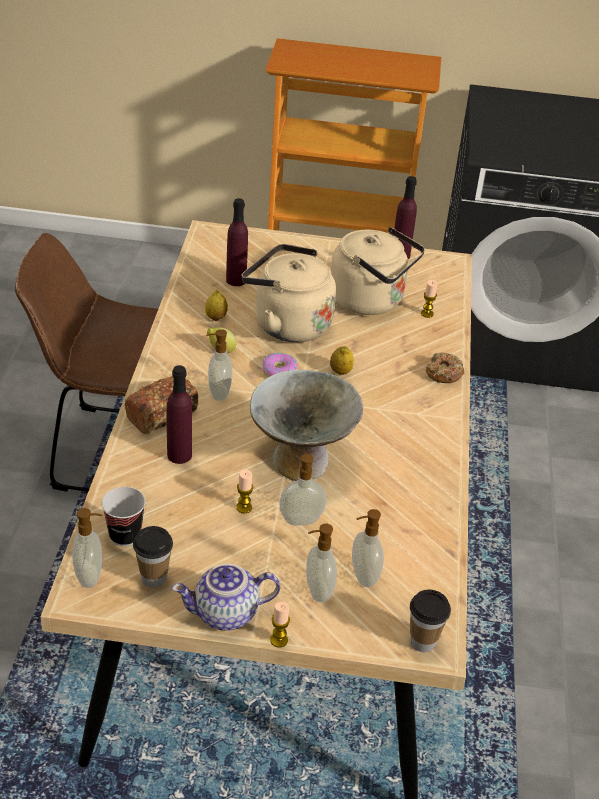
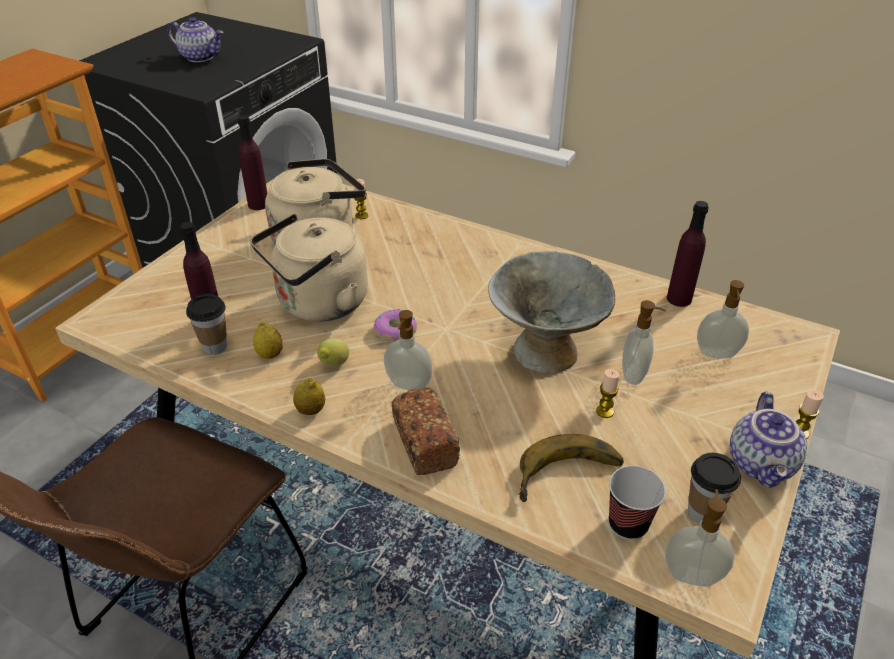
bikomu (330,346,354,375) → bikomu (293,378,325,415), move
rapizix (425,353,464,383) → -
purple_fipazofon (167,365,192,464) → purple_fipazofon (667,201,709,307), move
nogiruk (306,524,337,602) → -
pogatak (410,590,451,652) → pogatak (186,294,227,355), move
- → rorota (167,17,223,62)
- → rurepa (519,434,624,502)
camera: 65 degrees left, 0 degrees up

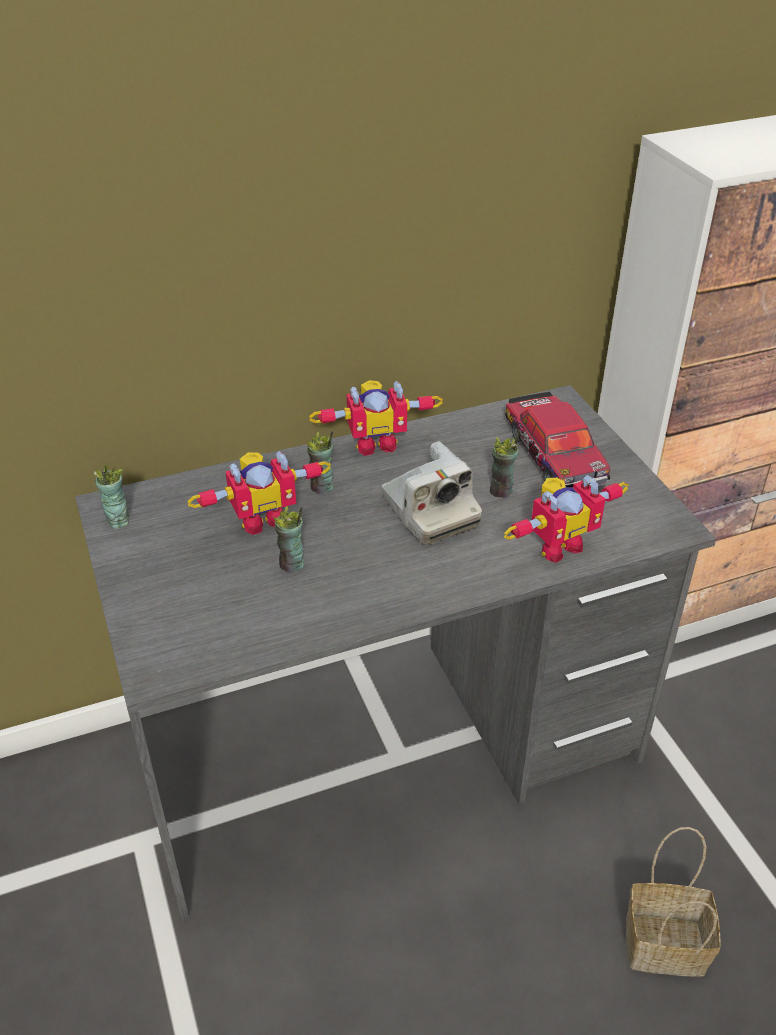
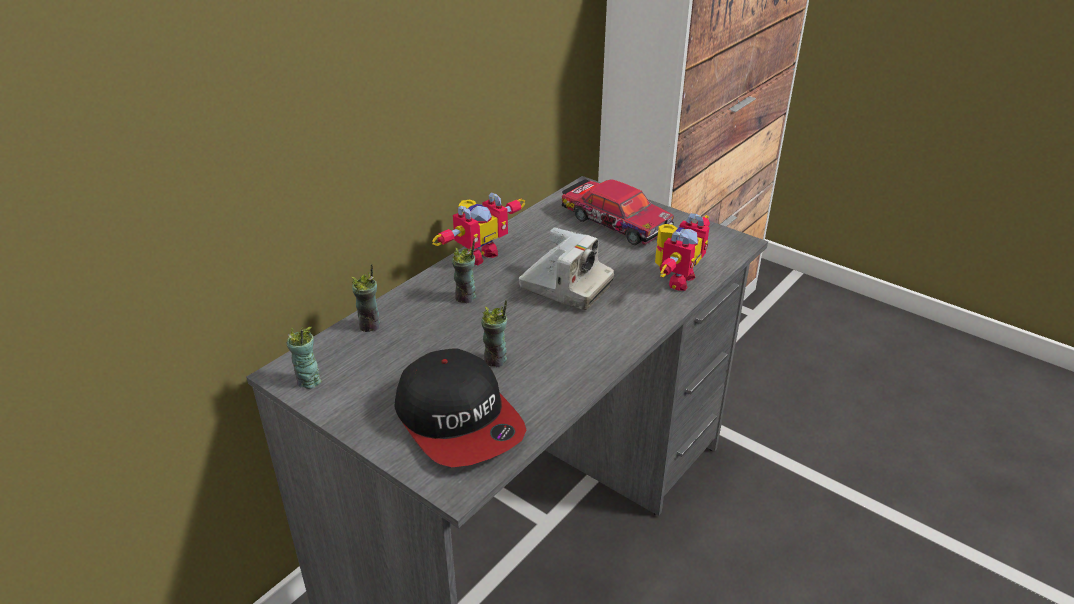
pogatak (490,430,520,498) → pogatak (352,264,380,332), move
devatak (187,451,331,535) → -
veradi (626,827,721,976) → -
- → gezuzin (394,348,526,467)
camera: 30 degrees left, 5 degrees down

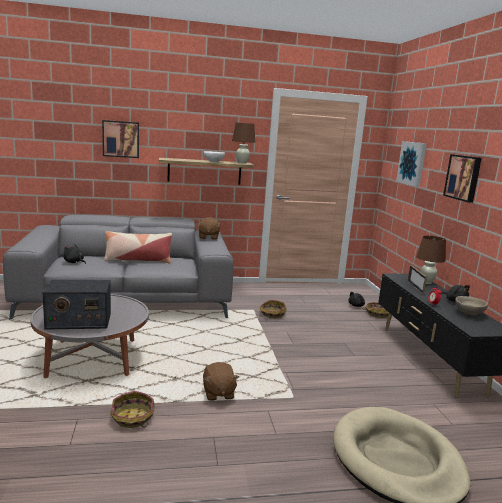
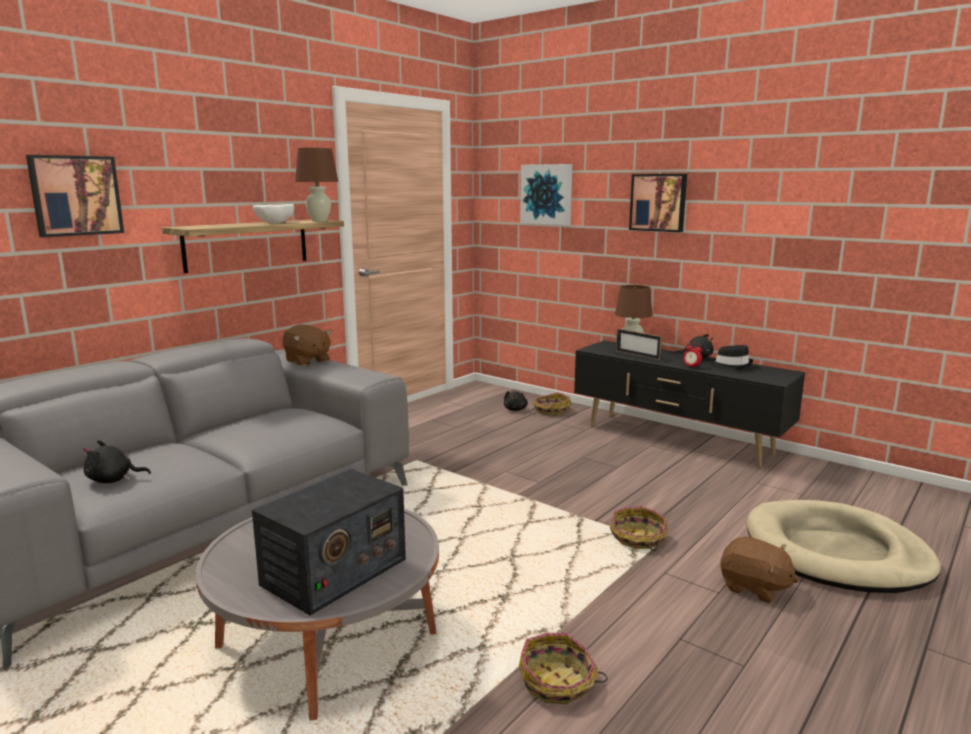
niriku (104,231,172,264) → -
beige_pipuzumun (455,296,488,315) → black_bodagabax (710,345,753,369)
veradi (259,300,287,319) → veradi (610,506,668,551), move
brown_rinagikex (203,362,239,401) → brown_rinagikex (720,536,799,603), move
camera: 40 degrees left, 0 degrees up

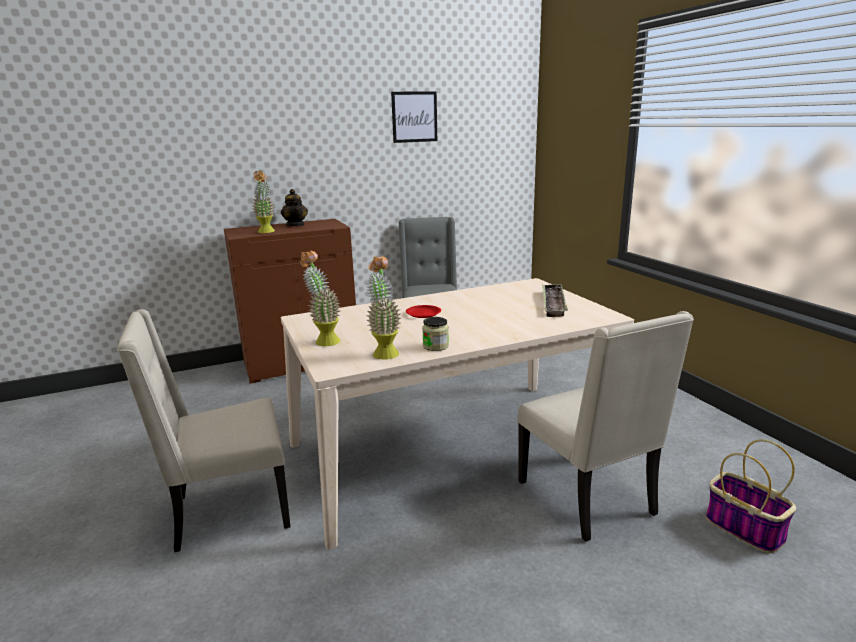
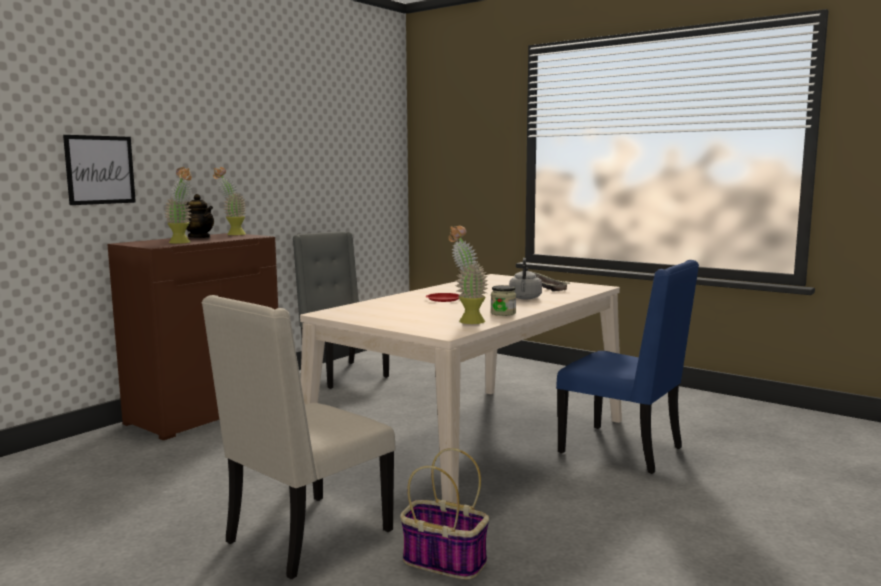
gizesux (391,91,437,143) → gizesux (63,135,136,205), move
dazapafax (300,251,341,346) → dazapafax (213,167,246,235), move
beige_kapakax (517,311,694,542) → blue_kapakax (556,260,699,474)
veradi (706,439,796,553) → veradi (400,448,489,580), move
- → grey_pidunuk (509,258,542,299)
camera: 30 degrees left, 10 degrees down

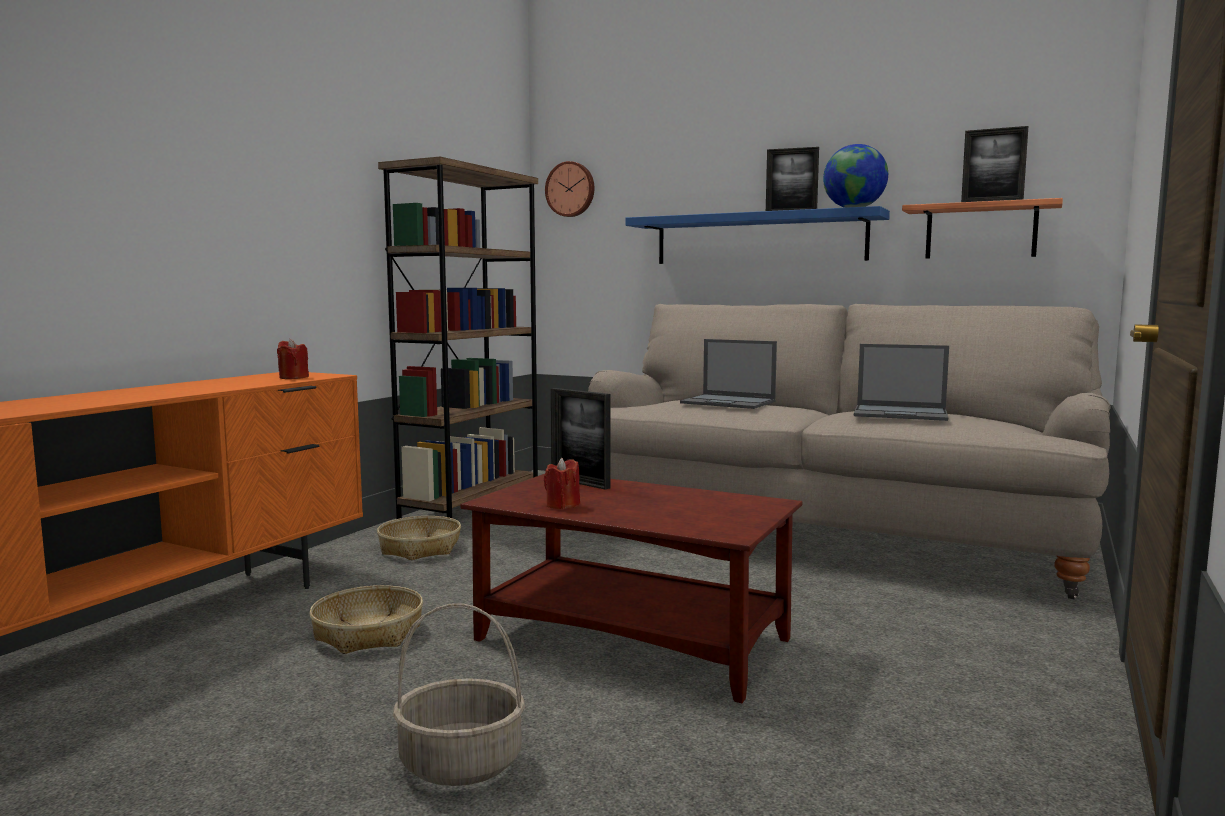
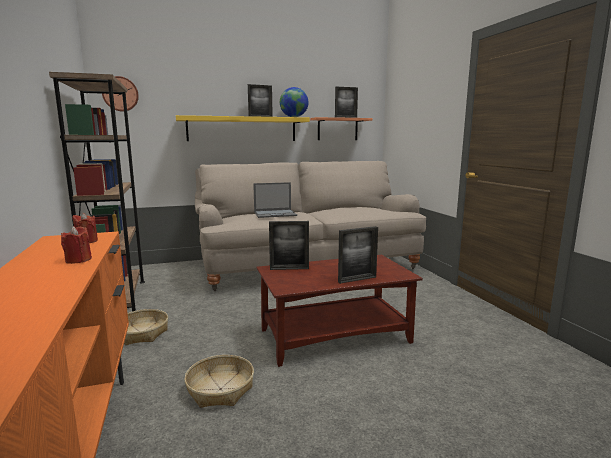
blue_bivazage (625,206,890,264) → yellow_bivazage (176,115,310,141)
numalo (854,344,949,421) → -
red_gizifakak (544,458,580,509) → red_gizifakak (61,226,92,264), move
veradi (393,603,525,786) → -
- → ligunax (338,226,378,284)
camera: 45 degrees left, 5 degrees up

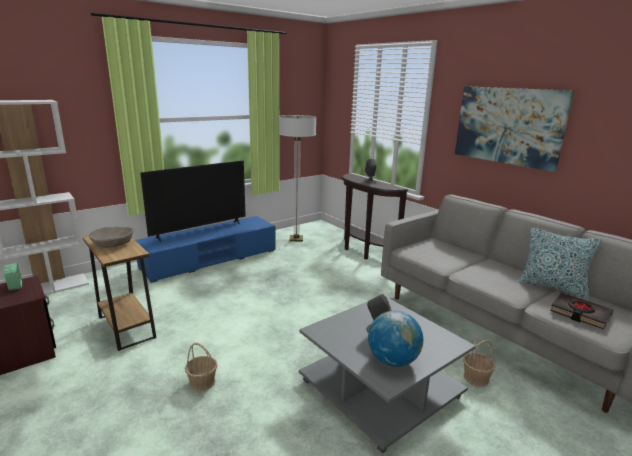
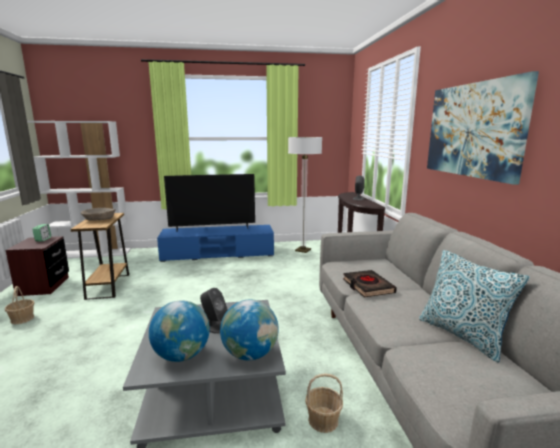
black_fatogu (550,293,614,329) → black_fatogu (343,270,397,297), move
veradi (185,343,218,391) → veradi (5,286,34,324), move
- → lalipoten (220,300,279,360)
camera: 30 degrees right, 5 degrees down

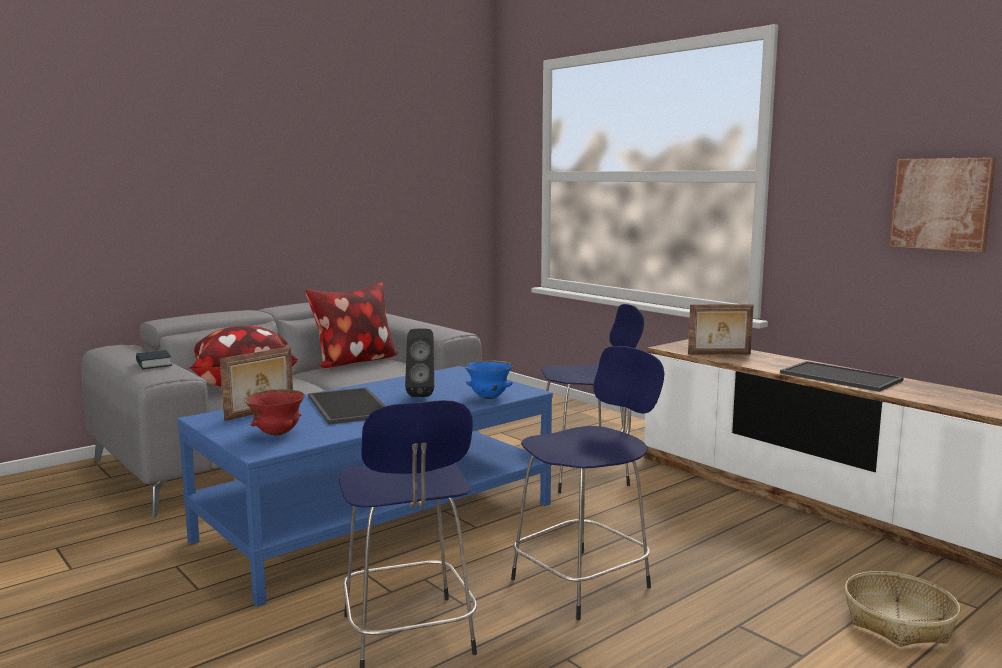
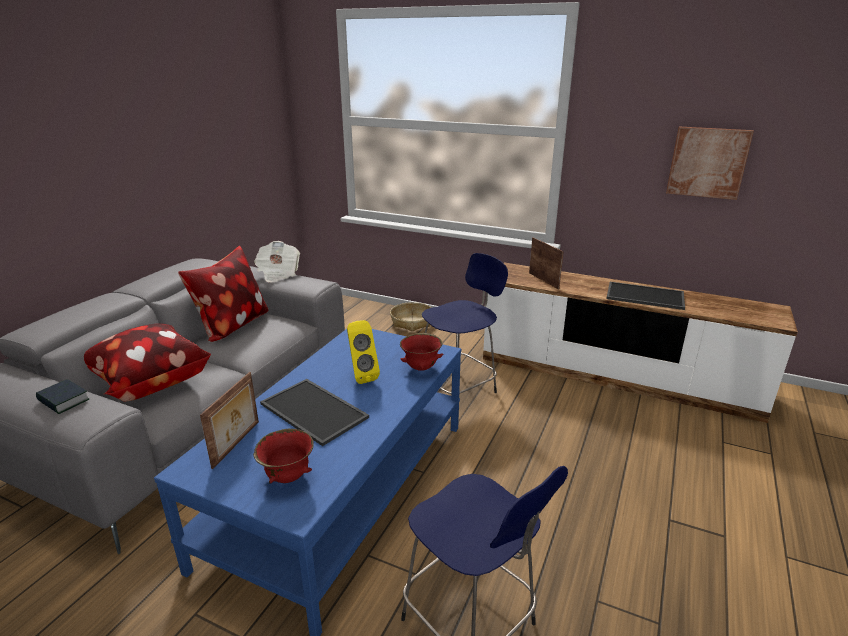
ligunax (688,304,754,354) → ligunax (529,237,564,290), 90 degrees counterclockwise
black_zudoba (405,328,434,397) → yellow_zudoba (347,320,380,384)
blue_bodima (511,346,664,620) → -
blue_pipuzumun (465,361,513,399) → red_pipuzumun (400,333,443,371)
veradi (845,571,960,647) → veradi (390,302,432,331), move
- → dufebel (254,241,300,283)
camera: 25 degrees left, 15 degrees up

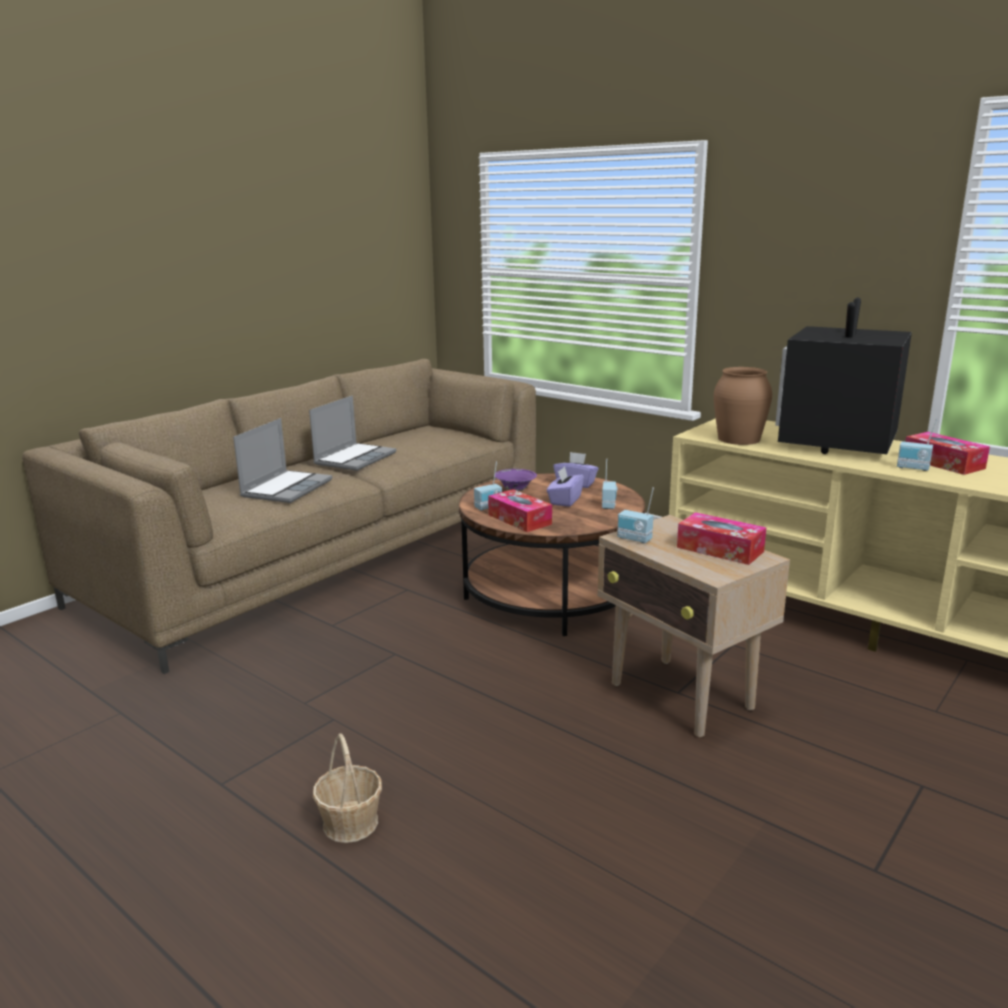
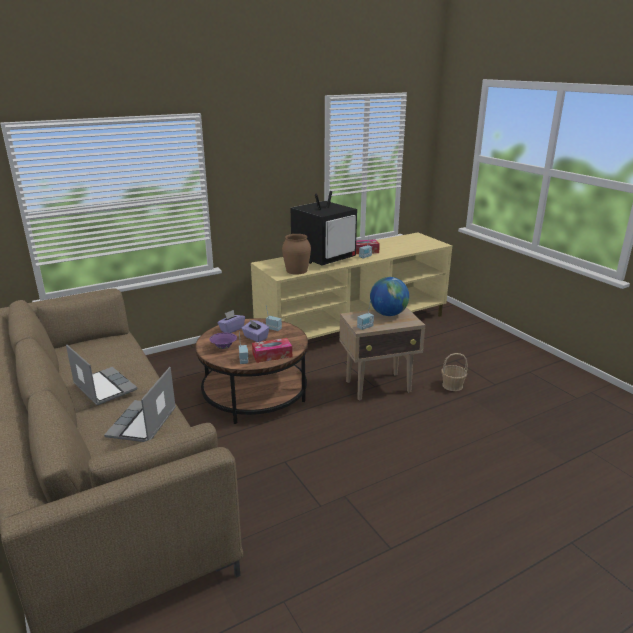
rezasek (775,298,912,454) → rezasek (291,191,357,266), 90 degrees counterclockwise
numalo (233,418,332,503) → numalo (104,367,176,442), 120 degrees counterclockwise
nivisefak (677,512,767,565) → lalipoten (370,277,409,316)
veradi (313,733,382,843) → veradi (441,353,468,391), move
camera: 70 degrees left, 5 degrees up

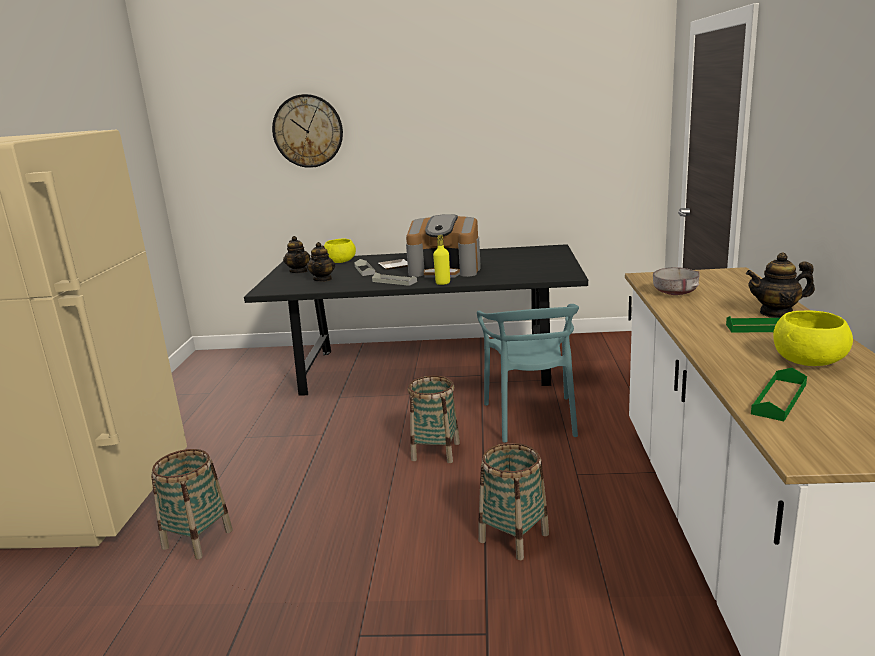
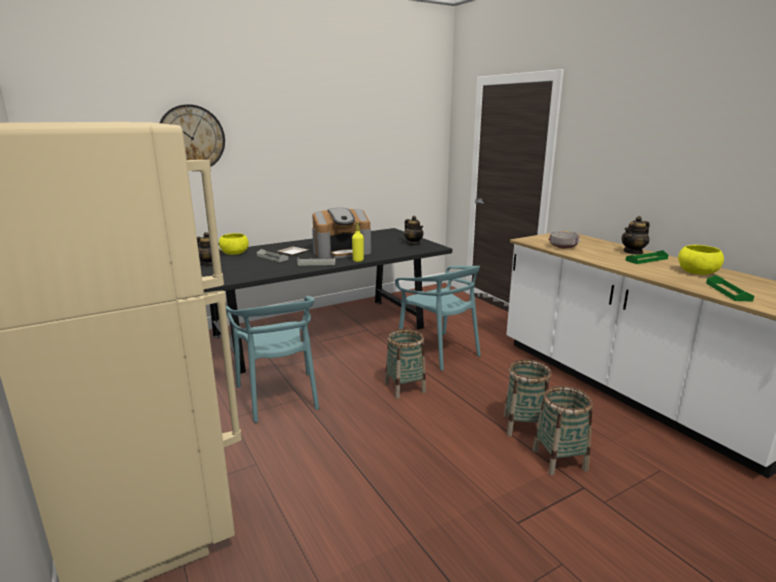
rorota (307,242,335,282) → rorota (404,216,424,245), move
veradi (151,449,233,559) → veradi (533,386,593,475), move
- → turquoise_kapakax (226,296,319,423)
camera: 35 degrees left, 0 degrees up

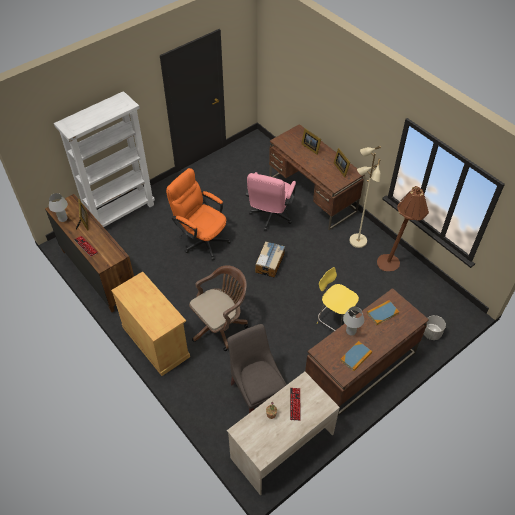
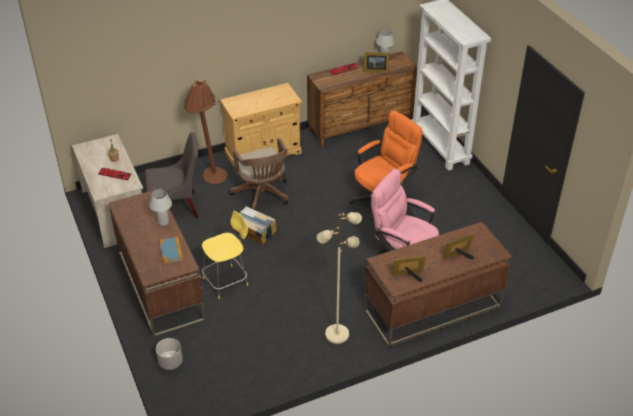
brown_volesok (377,186,429,271) → brown_volesok (184,79,228,184), move
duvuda (255,241,285,278) → duvuda (233,206,277,245), move
fatogu (340,341,372,371) → -
camera: 105 degrees right, 10 degrees down

